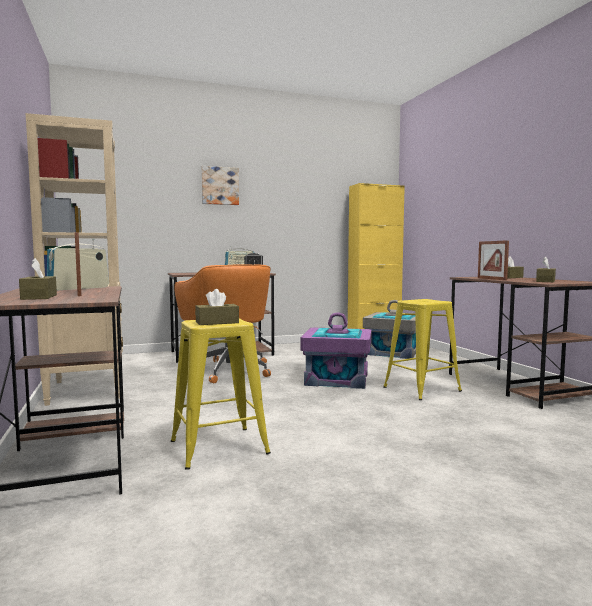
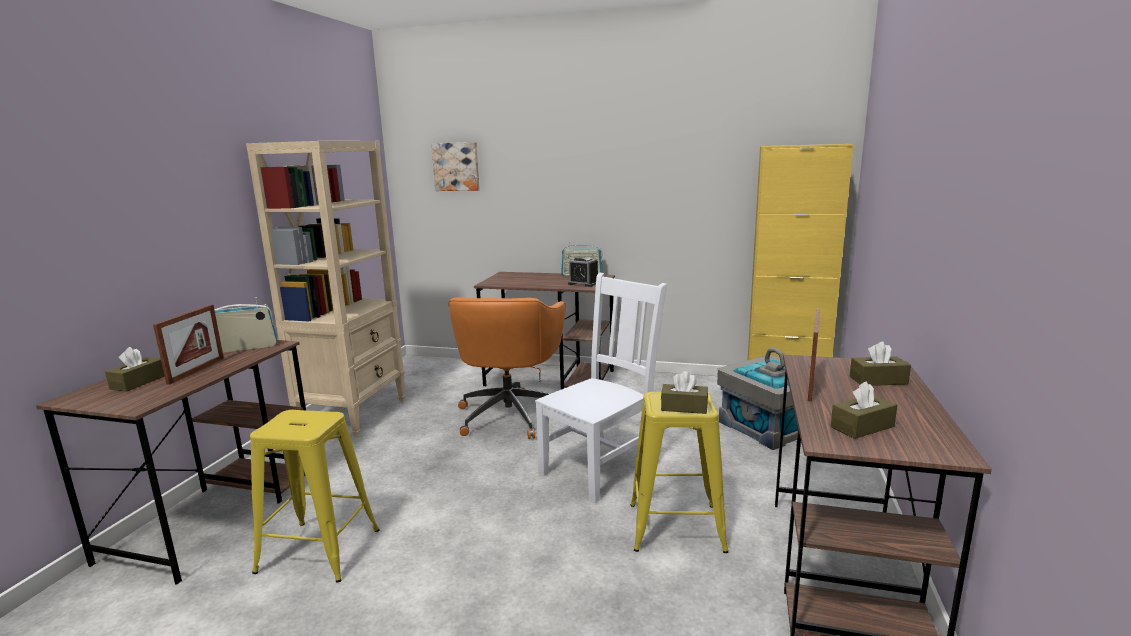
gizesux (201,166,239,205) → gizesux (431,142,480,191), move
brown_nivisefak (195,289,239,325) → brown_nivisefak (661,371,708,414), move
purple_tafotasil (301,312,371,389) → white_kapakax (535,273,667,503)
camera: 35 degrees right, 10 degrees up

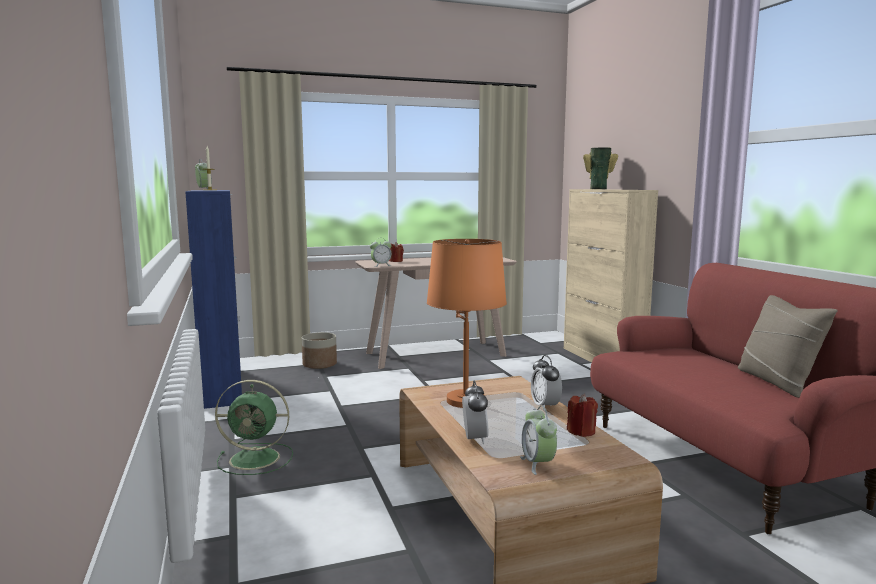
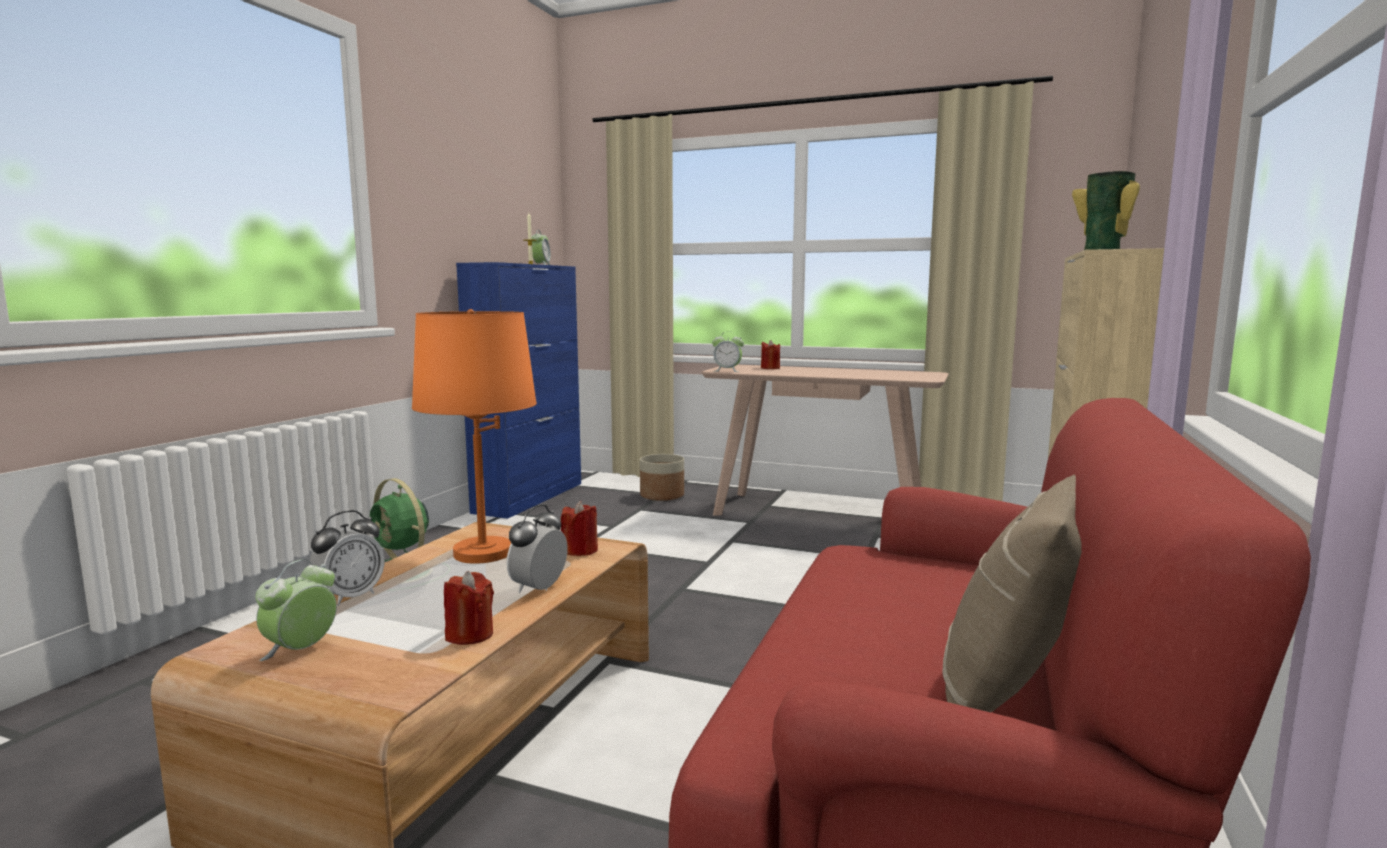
- → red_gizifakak (561,501,598,556)
camera: 40 degrees right, 0 degrees up

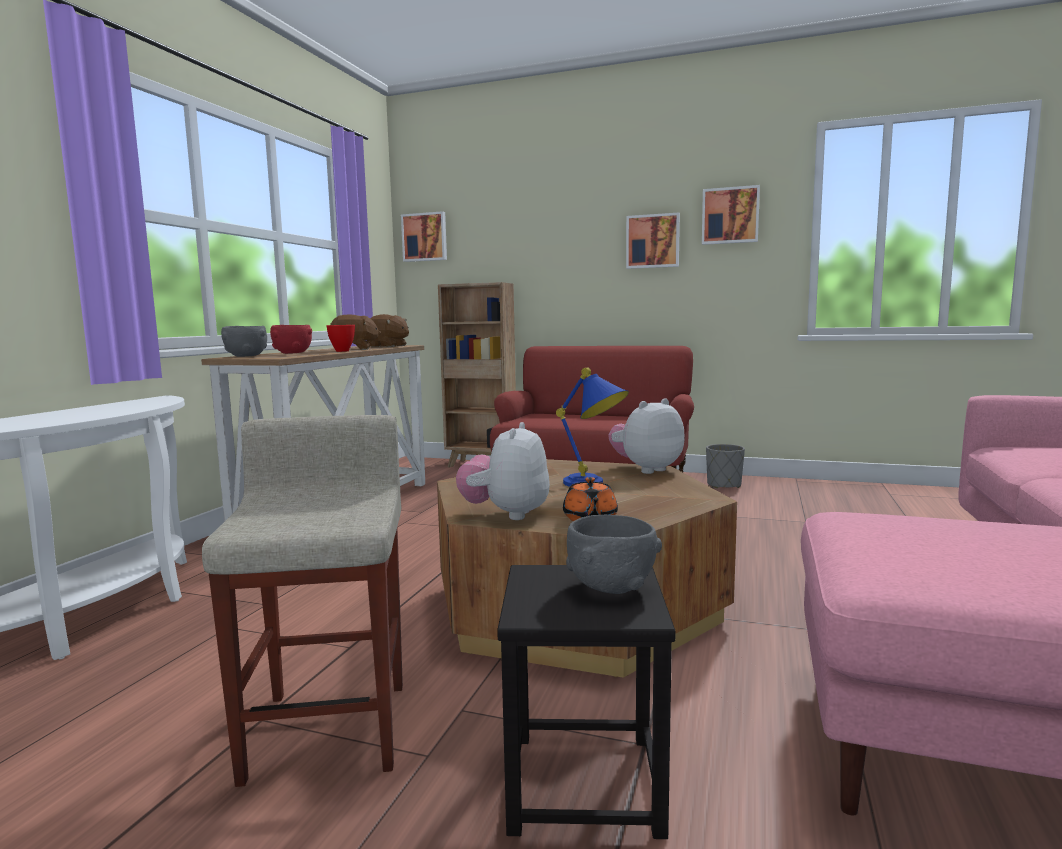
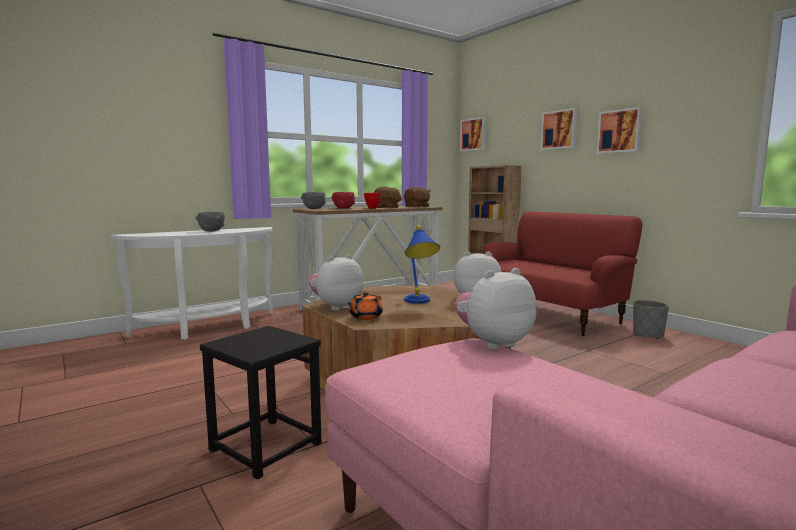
gizesux (702,185,760,245) → gizesux (541,108,578,150), move
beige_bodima (202,415,403,787) → -
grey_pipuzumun (566,515,662,594) → grey_pipuzumun (196,212,225,232), move
- → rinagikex (455,268,536,350)
camera: 35 degrees right, 0 degrees up

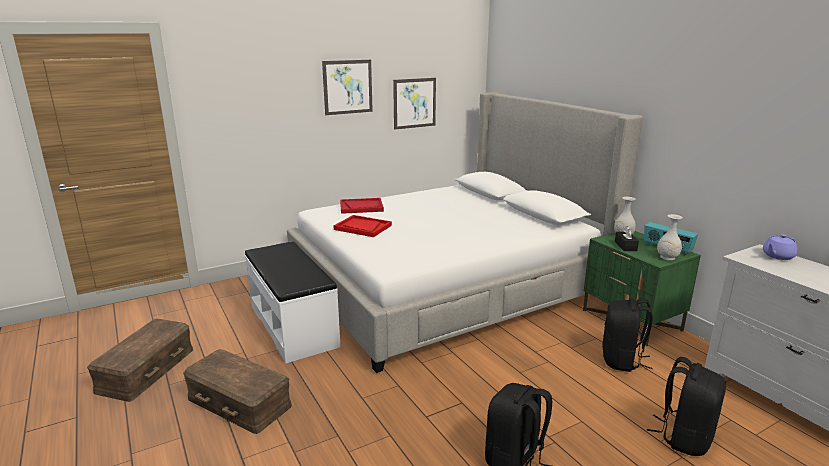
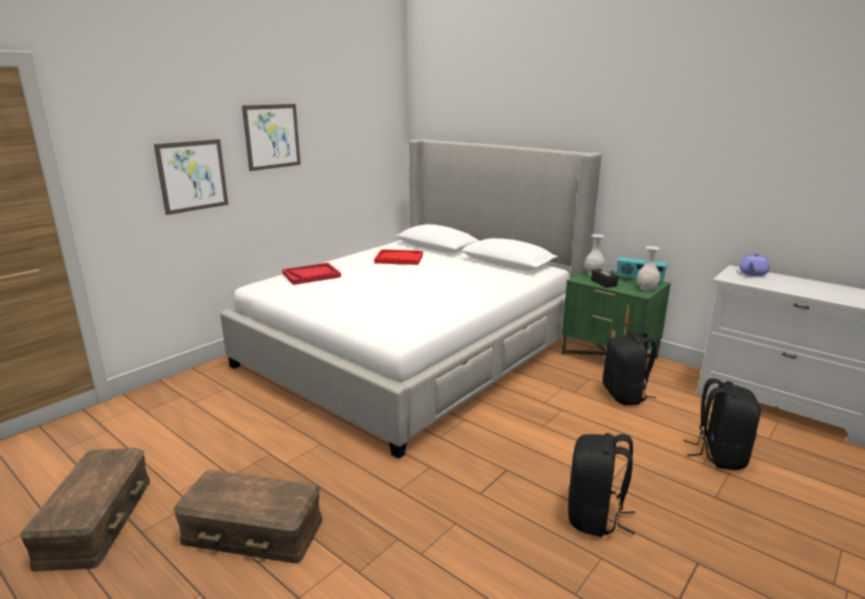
gizesux (393,78,436,130) → gizesux (154,139,228,215), move
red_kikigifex (334,215,392,237) → red_kikigifex (374,249,423,265), move
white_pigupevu (245,241,341,363) → -
camera: 20 degrees left, 0 degrees up

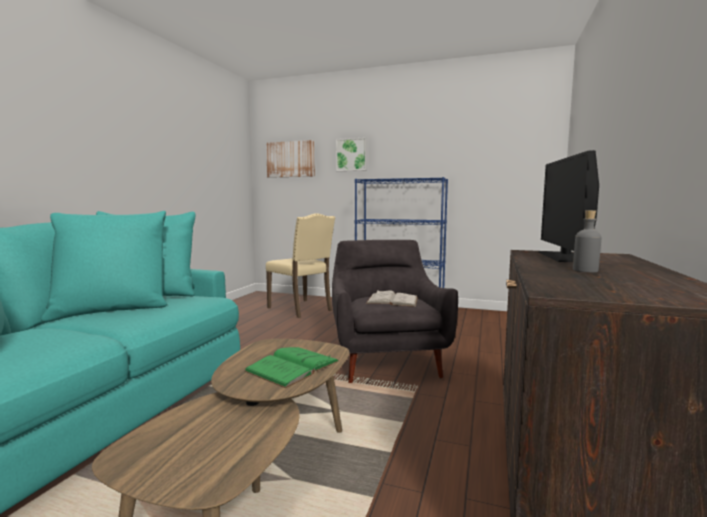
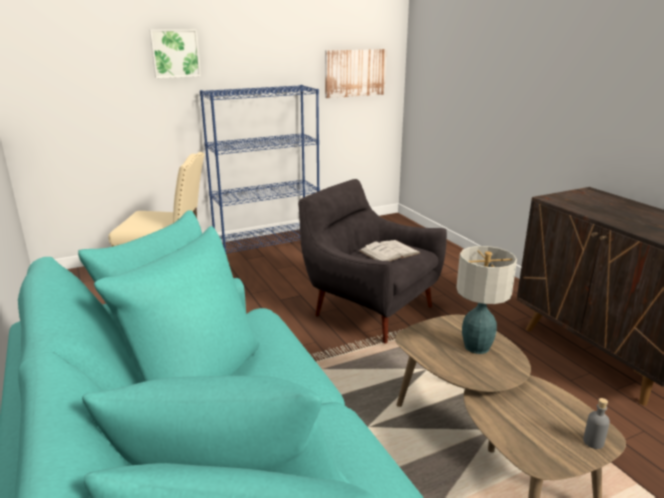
gizesux (266,140,315,178) → gizesux (325,49,386,98), move
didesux (538,150,599,262) → -
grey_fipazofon (573,210,602,272) → grey_fipazofon (583,398,610,449), move
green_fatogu (244,347,339,388) → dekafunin (456,246,517,354)
camera: 45 degrees left, 15 degrees up

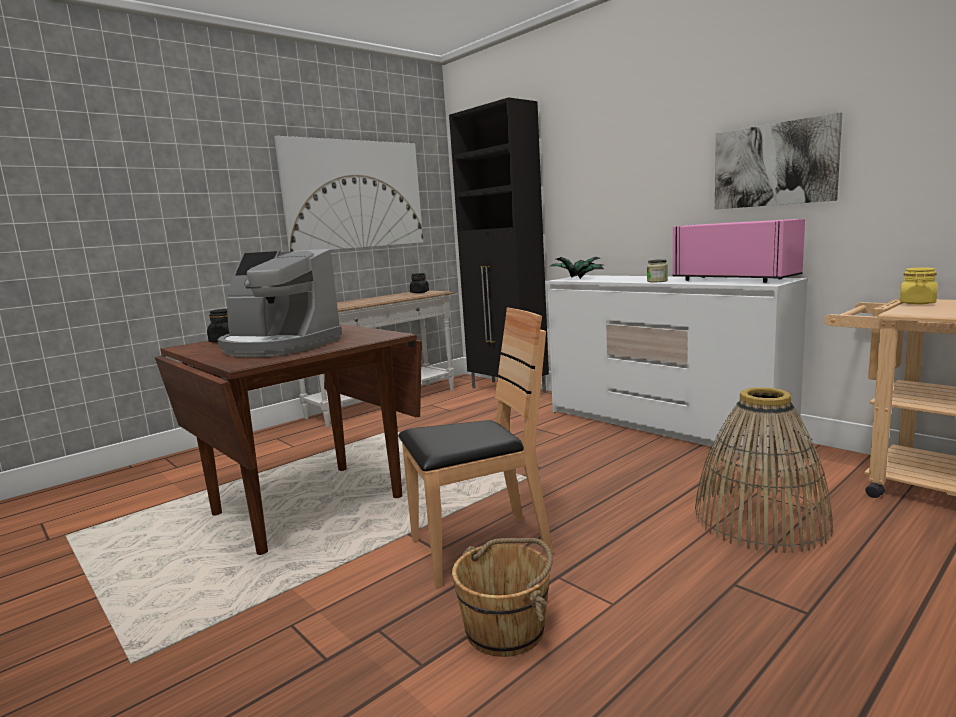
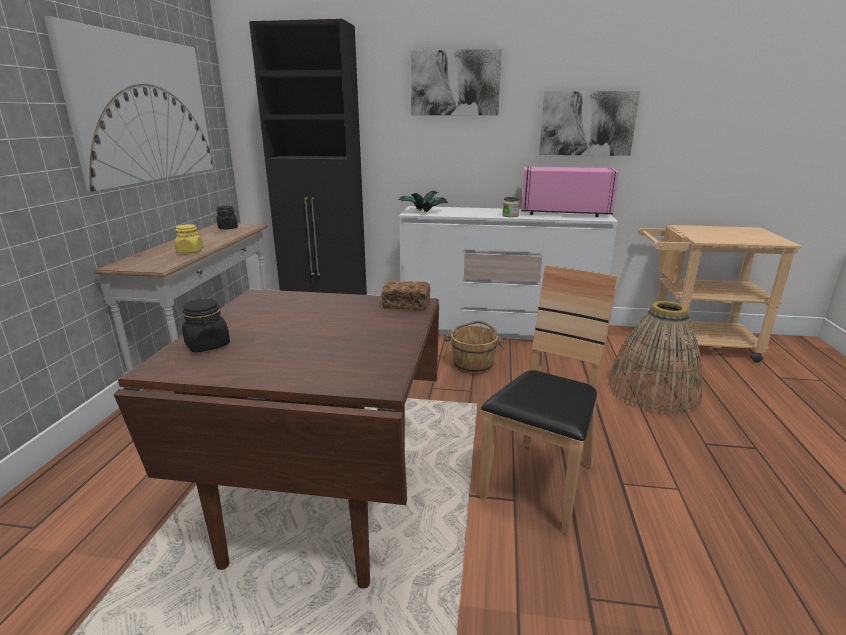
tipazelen (218,249,342,357) → -
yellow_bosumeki (900,268,938,305) → yellow_bosumeki (175,224,203,253), move
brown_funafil (452,538,553,657) → brown_funafil (445,321,505,374), move
- → gizesux (411,49,502,115)
- → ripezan (382,281,430,310)
camera: 40 degrees left, 10 degrees up

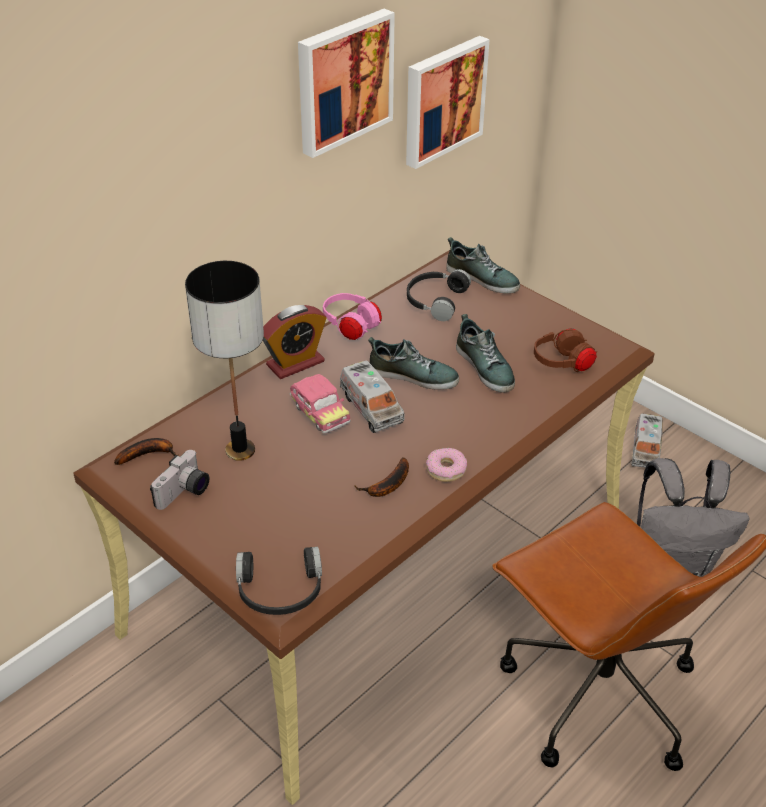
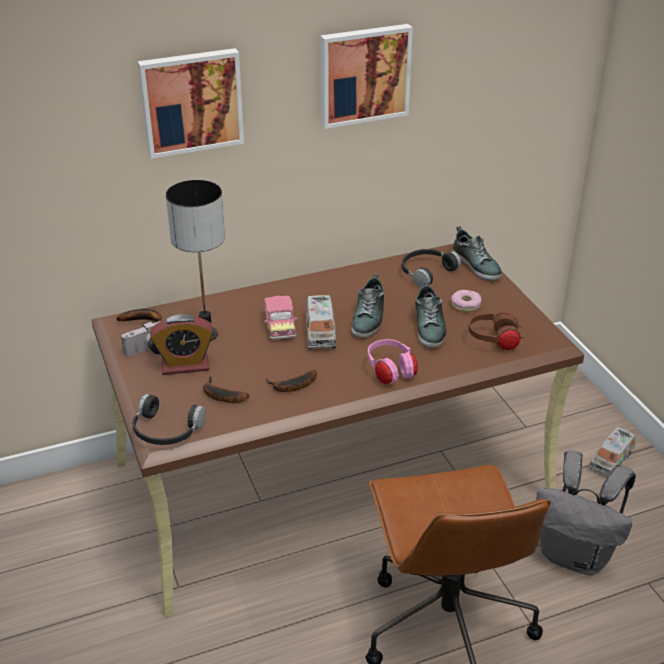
gizesux (406,36,490,169) → gizesux (137,48,244,159), move
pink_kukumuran (323,293,382,340) → pink_kukumuran (368,339,418,384), move
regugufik (263,305,327,379) → regugufik (150,314,213,375), move
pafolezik (368,337,460,390) → pafolezik (351,274,384,339), 60 degrees clockwise
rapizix (426,448,467,482) → rapizix (451,290,482,312), move
- → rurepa (203,376,249,403)
camera: 25 degrees right, 5 degrees down

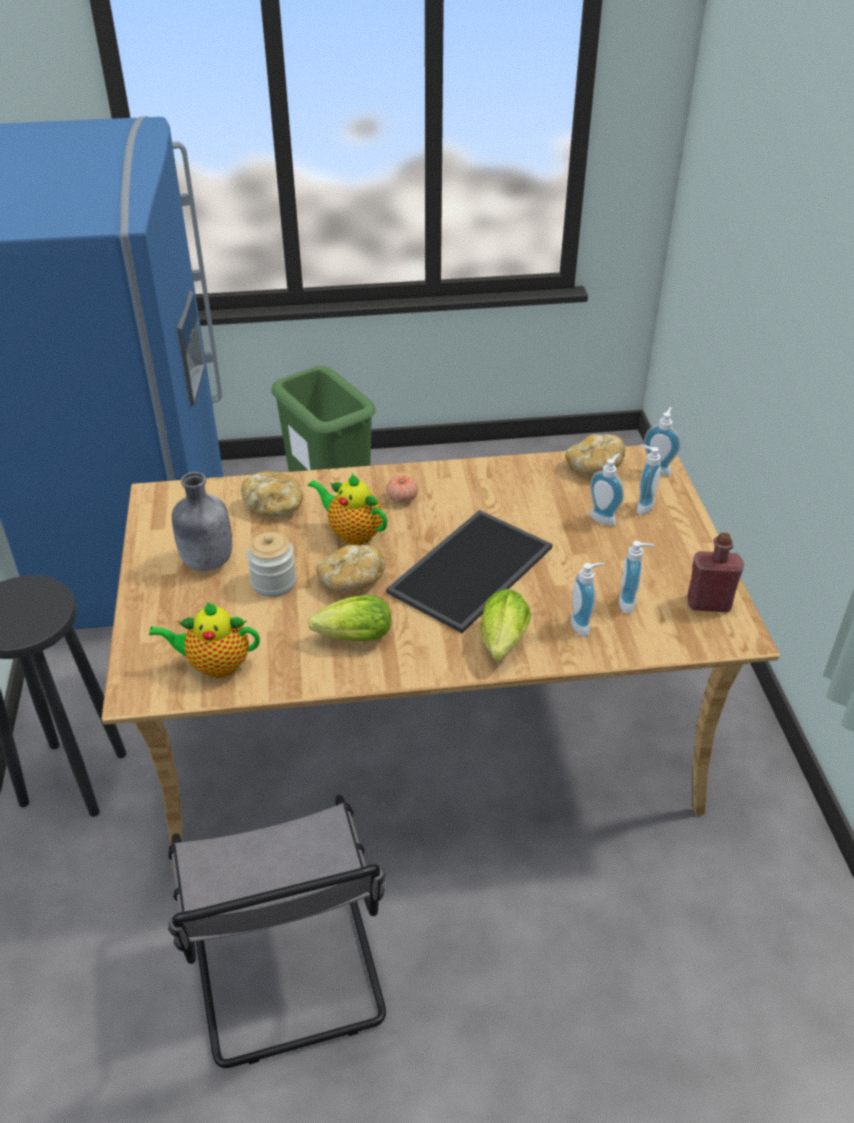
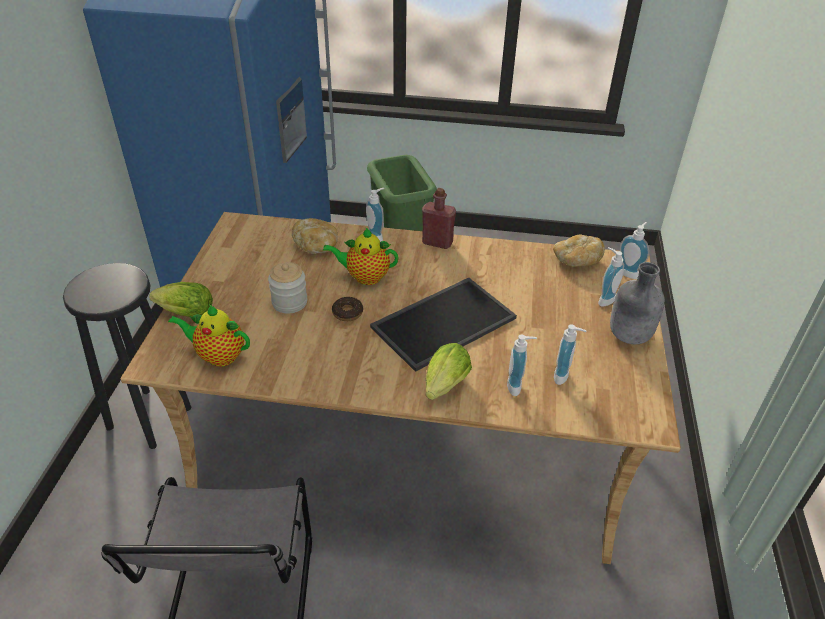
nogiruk (590,454,624,526) → nogiruk (366,188,384,242), move
grey_fipazofon (172,472,232,571) → grey_fipazofon (610,262,665,344), move
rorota (308,473,387,545) → rorota (323,227,398,285), 45 degrees counterclockwise
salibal (386,475,418,503) → -
red_fipazofon (687,533,744,612) → red_fipazofon (422,188,456,249), move
ripezan (316,545,385,592) → rapizix (332,297,363,321)
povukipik (308,595,391,641) → povukipik (149,282,213,317), move
camera: 15 degrees right, 0 degrees up

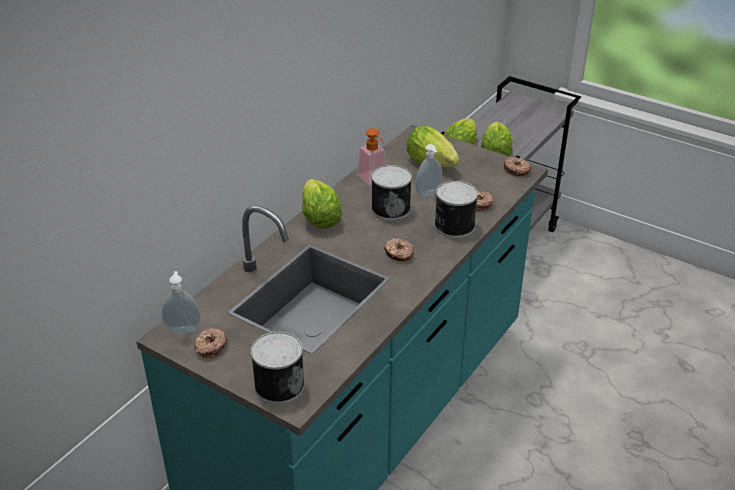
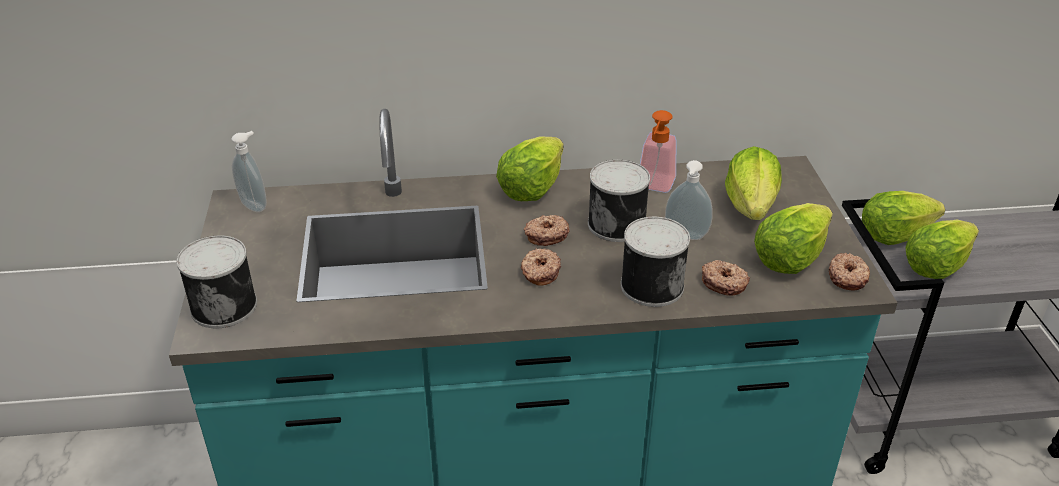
rapizix (194,328,227,358) → rapizix (524,215,570,246), move
- → povukipik (754,203,833,274)
camera: 50 degrees right, 0 degrees up

